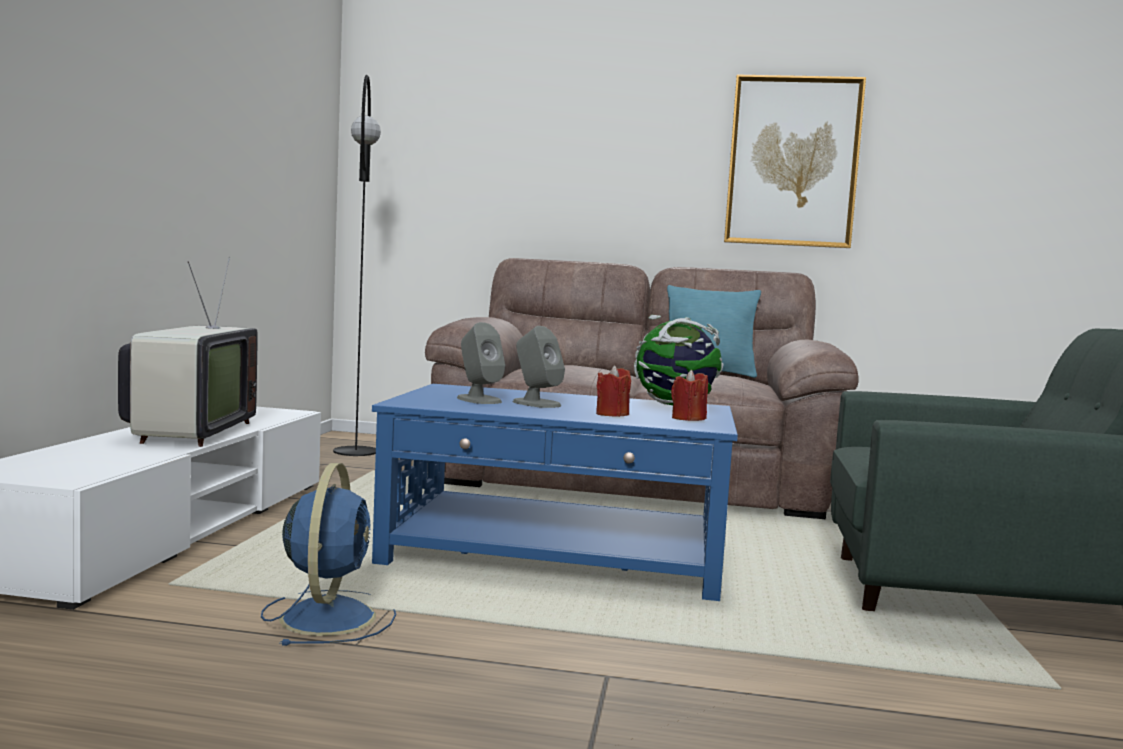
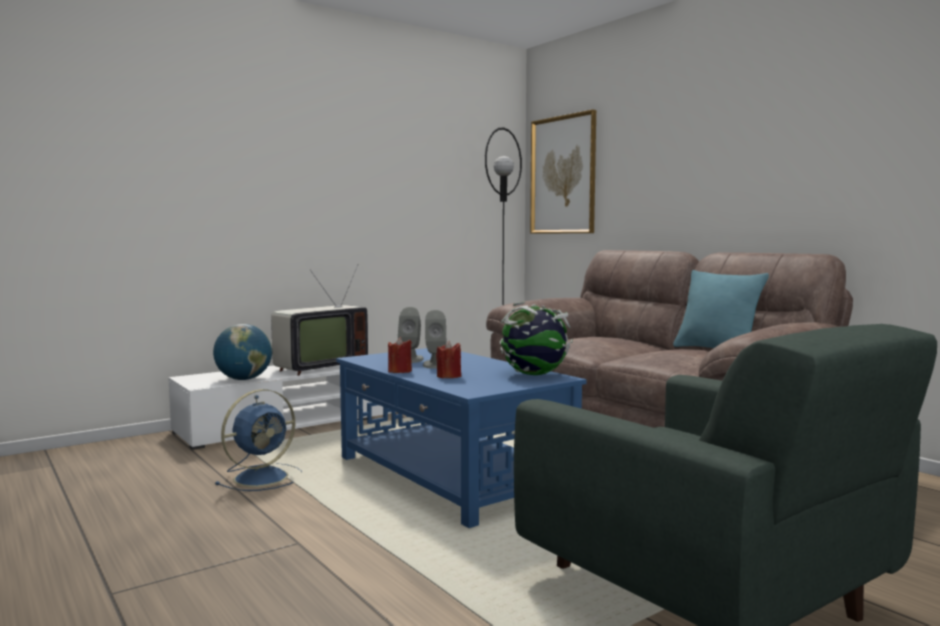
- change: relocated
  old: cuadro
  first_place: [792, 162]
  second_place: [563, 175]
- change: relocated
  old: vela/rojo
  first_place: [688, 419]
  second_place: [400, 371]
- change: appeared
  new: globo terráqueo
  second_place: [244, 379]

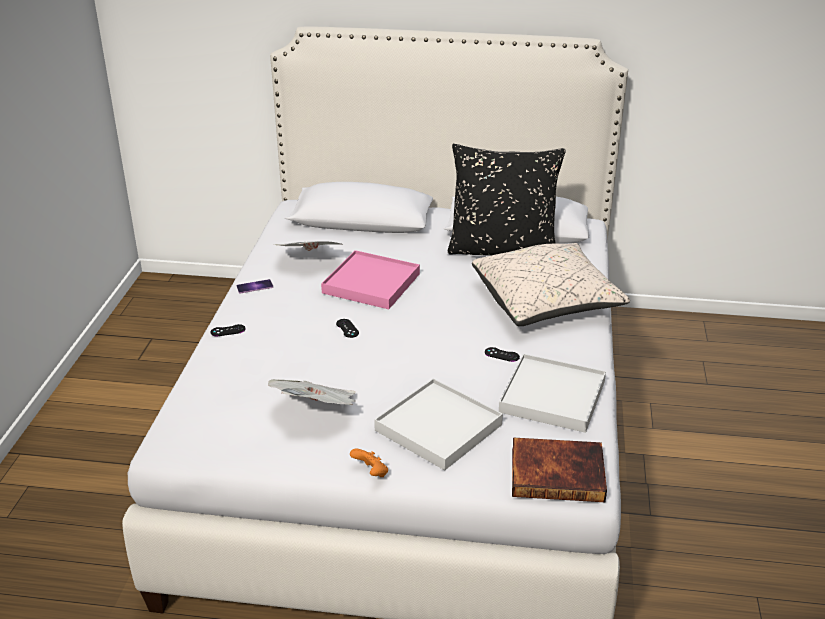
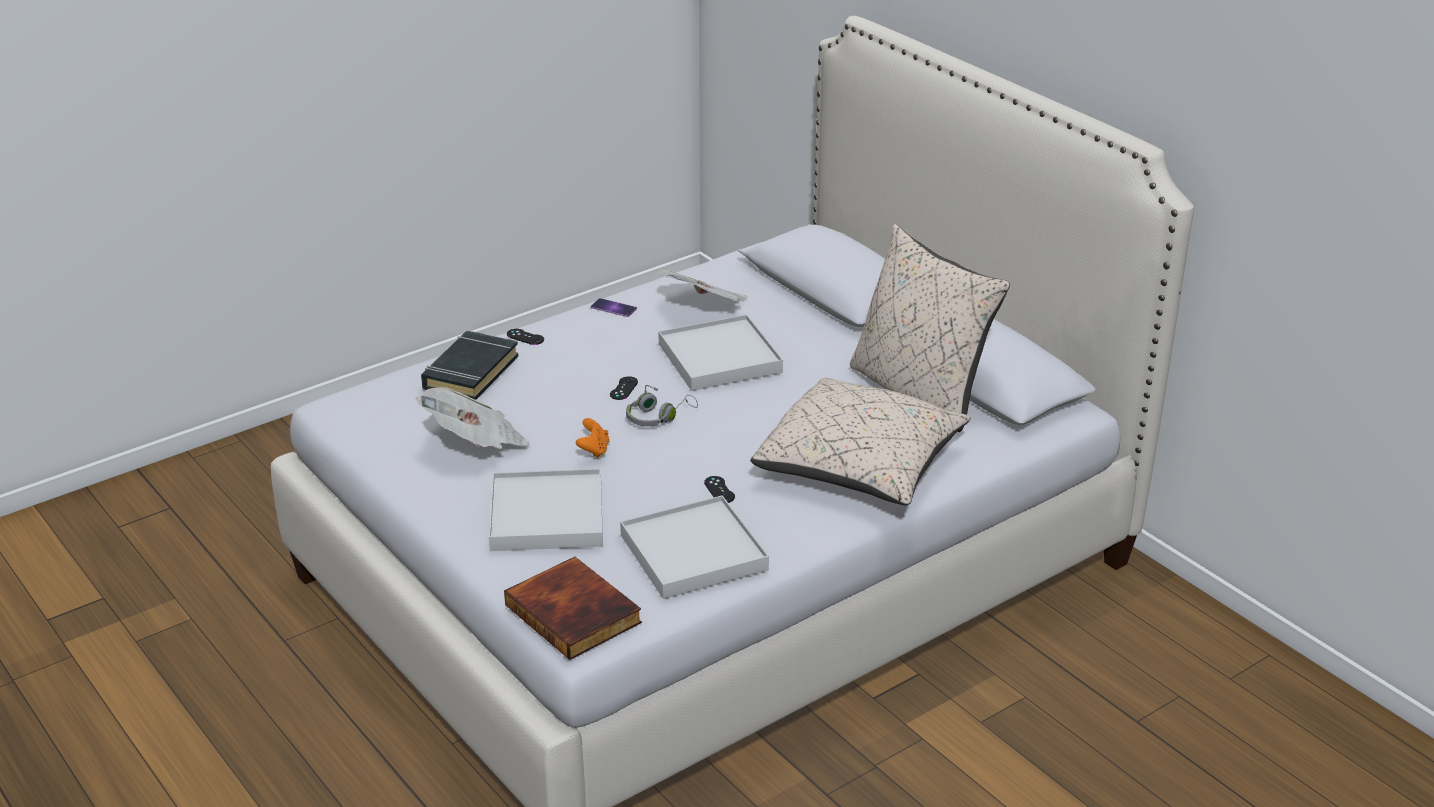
- change: colour
  old: cojín/negro
  new: cojín/beis
  first_place: [502, 250]
  second_place: [919, 392]
- change: colour
  old: bandeja/rosa
  new: bandeja/blanco
  first_place: [371, 283]
  second_place: [720, 358]
- change: relocated
  old: mando de consola/naranja
  first_place: [371, 473]
  second_place: [594, 450]
- change: appeared
  new: libro/negro
  second_place: [470, 372]
- change: appeared
  new: auriculares/gris
  second_place: [658, 417]

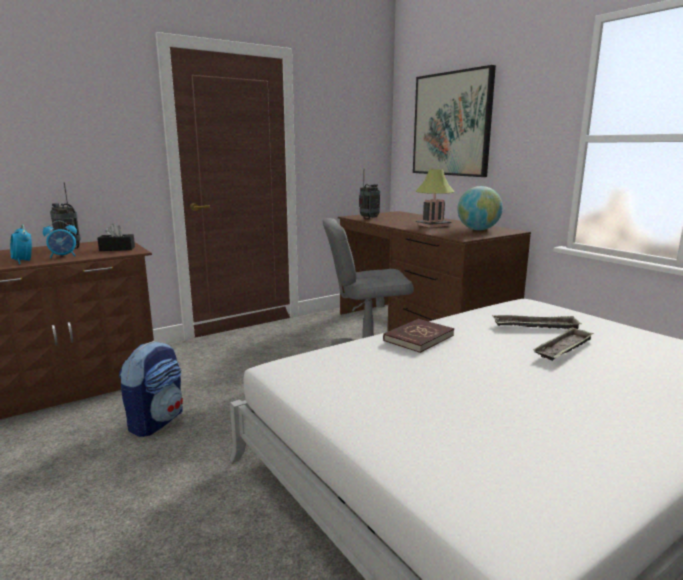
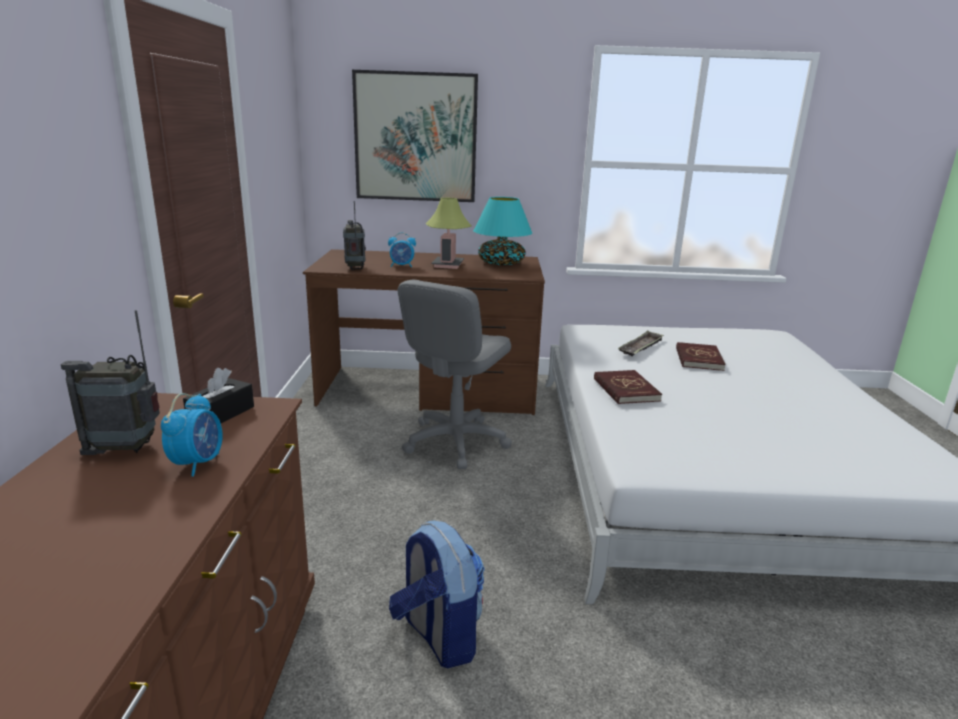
- change: exchanged
  old: globo terráqueo
  new: lámpara de mesa/turquesa
  first_place: [478, 230]
  second_place: [501, 263]
- change: relocated
  old: despertador
  first_place: [23, 261]
  second_place: [402, 266]
- change: exchanged
  old: bandeja
  new: libro/rojo
  first_place: [563, 349]
  second_place: [698, 359]

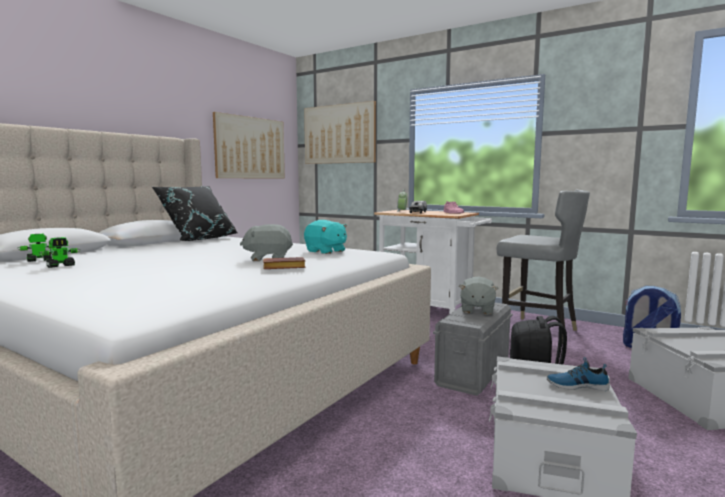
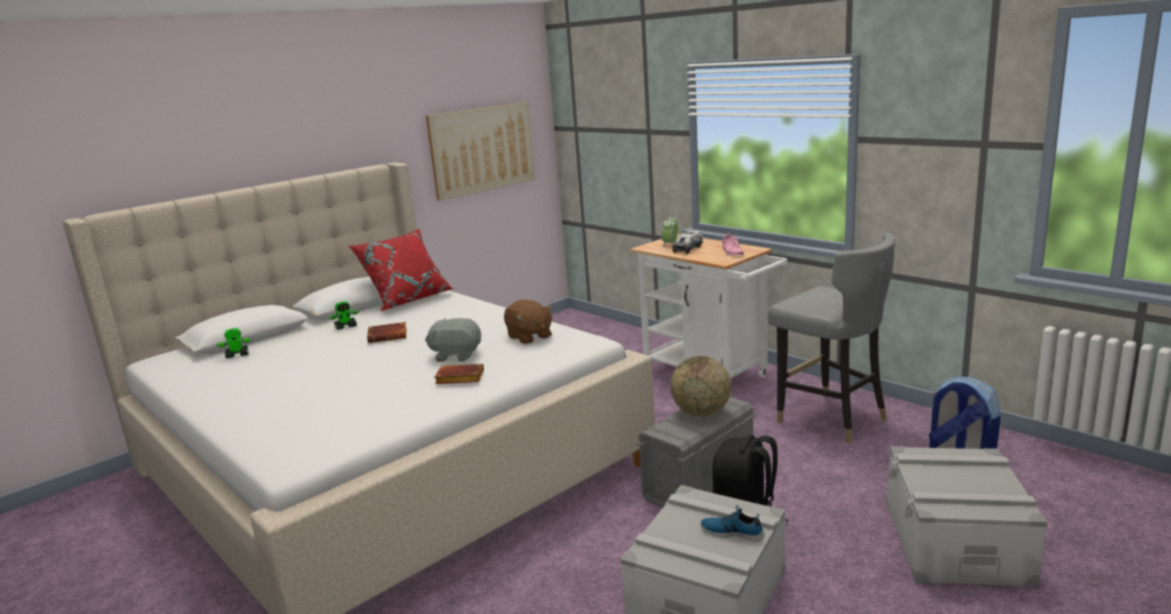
- change: missing
  old: cuadro
  first_place: [339, 134]
- change: colour
  old: cojín/negro
  new: cojín/rojo
  first_place: [199, 239]
  second_place: [407, 300]
- change: colour
  old: peluche/turquesa
  new: peluche/marrón
  first_place: [325, 251]
  second_place: [529, 337]
- change: relocated
  old: robot de juguete
  first_place: [61, 266]
  second_place: [346, 327]
- change: exchanged
  old: peluche/gris
  new: globo terráqueo
  first_place: [477, 310]
  second_place: [701, 413]
- change: appeared
  new: libro/marrón
  second_place: [389, 336]

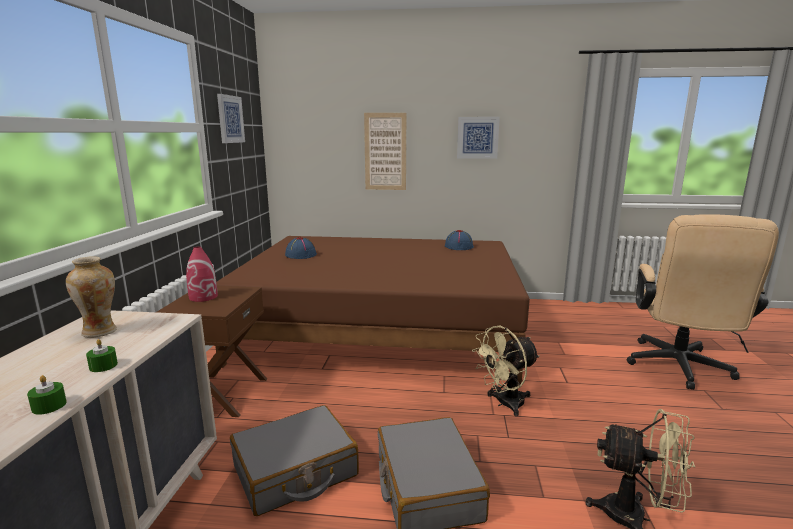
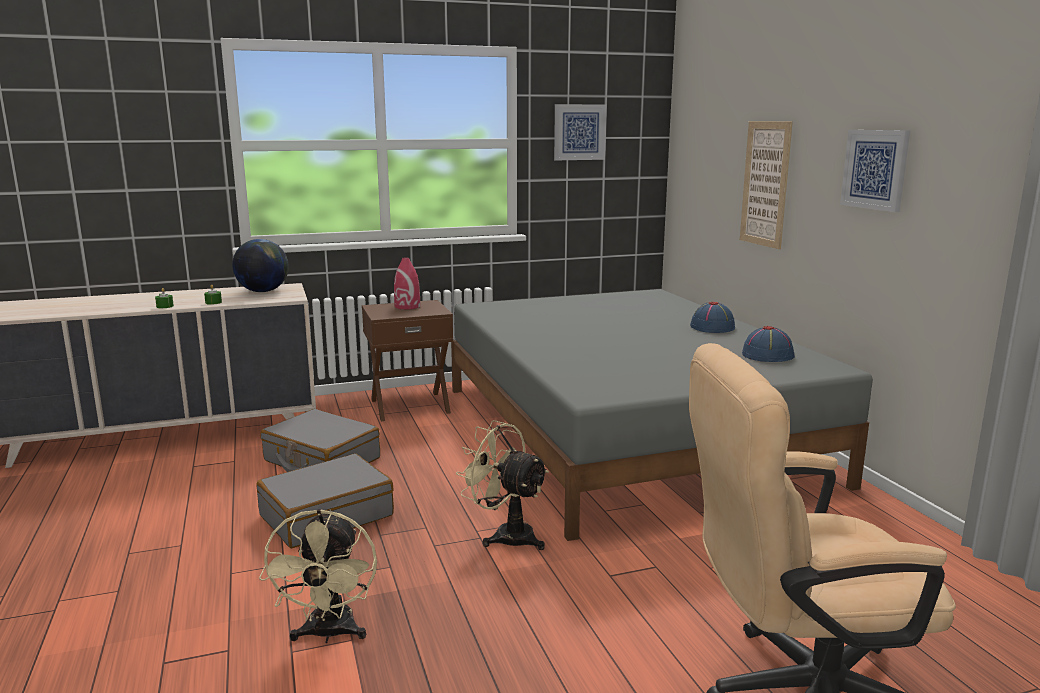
- change: colour
  old: cama/marrón
  new: cama/gris
  first_place: [380, 328]
  second_place: [625, 432]
- change: relocated
  old: sombrero/azul
  first_place: [300, 255]
  second_place: [712, 327]
- change: exchanged
  old: florero
  new: globo terráqueo
  first_place: [100, 331]
  second_place: [263, 291]

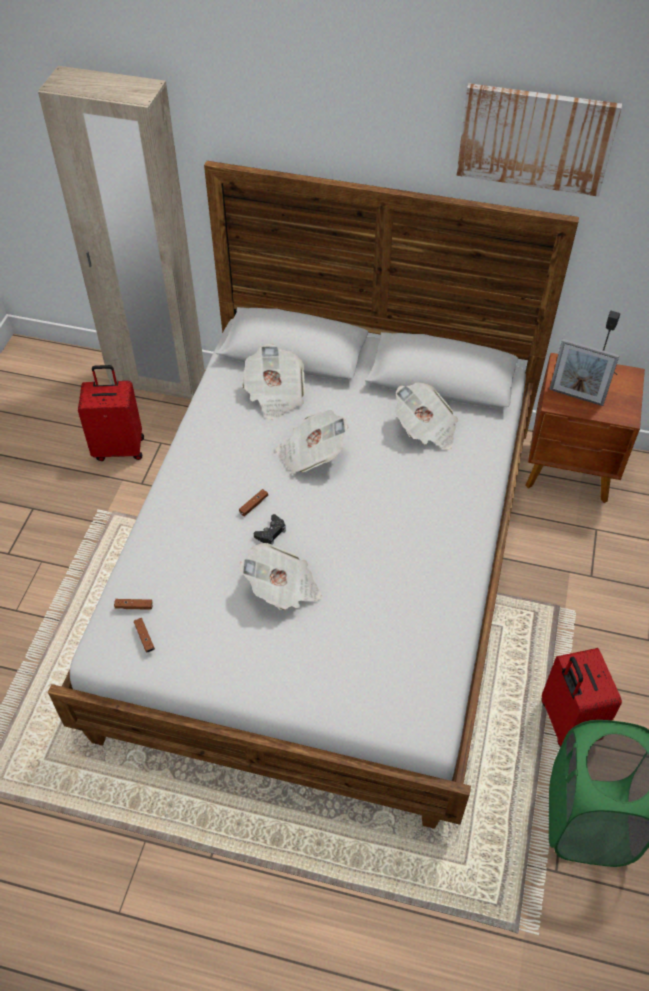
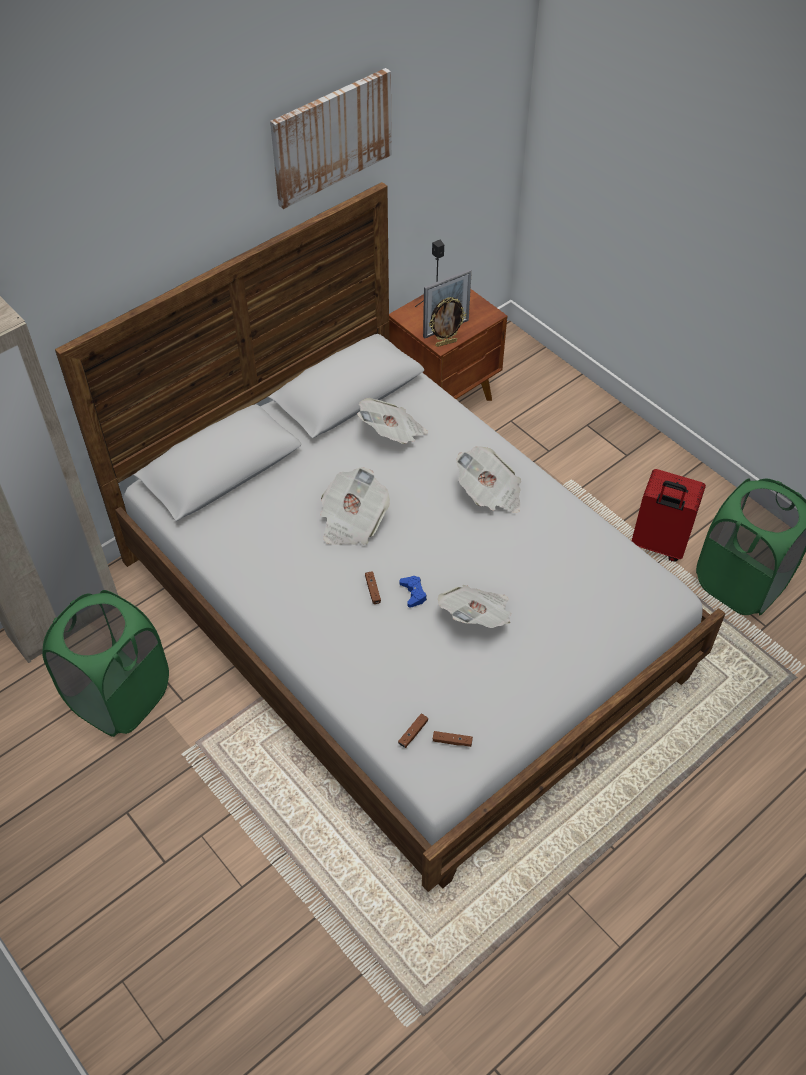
- change: relocated
  old: periódico
  first_place: [275, 395]
  second_place: [489, 493]
- change: exchanged
  old: maleta/rojo
  new: cesto de la ropa/verde
  first_place: [119, 448]
  second_place: [120, 697]
- change: colour
  old: mando de consola/negro
  new: mando de consola/azul
  first_place: [271, 532]
  second_place: [413, 593]
- change: appeared
  new: portarretratos
  second_place: [446, 343]

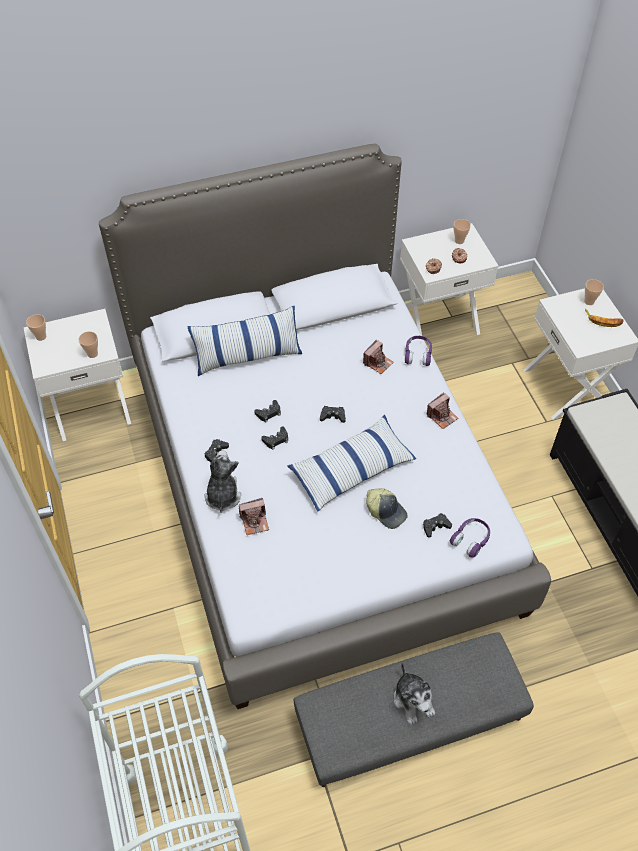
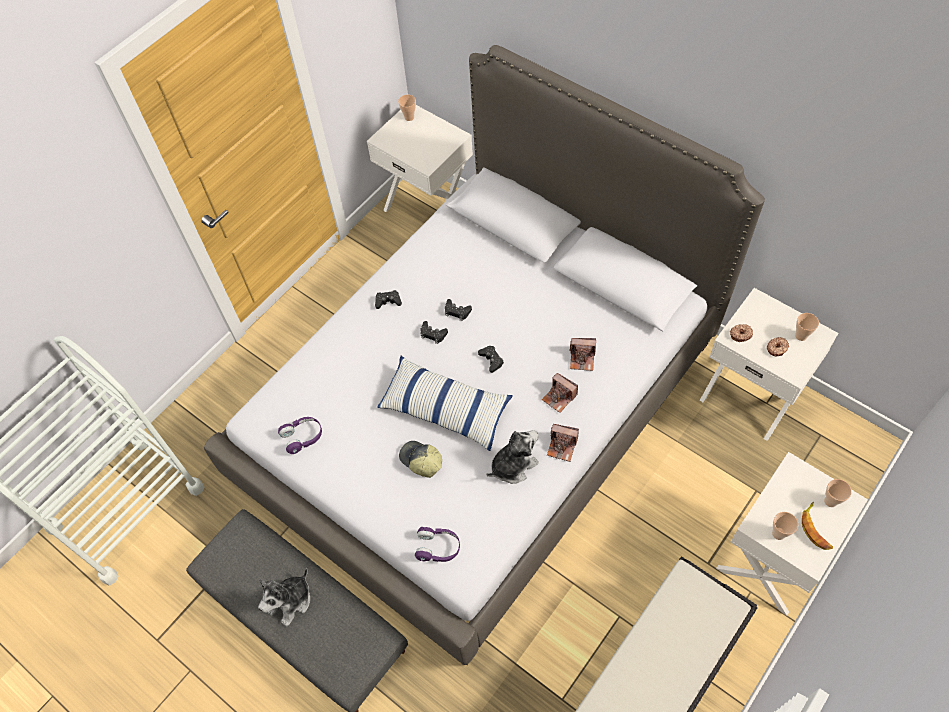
- change: missing
  old: cojín
  first_place: [247, 356]
- change: relocated
  old: taza
  first_place: [92, 354]
  second_place: [778, 533]
- change: relocated
  old: auriculares/morado
  first_place: [418, 354]
  second_place: [303, 437]
- change: relocated
  old: peluche
  first_place: [222, 495]
  second_place: [513, 465]
- change: spun
  old: gorra
  first_place: [386, 511]
  second_place: [421, 461]
  degrees: 120
- change: relocated
  old: cámara
  first_place: [255, 521]
  second_place: [559, 397]
- change: missing
  old: mando de consola/negro
  first_place: [435, 526]

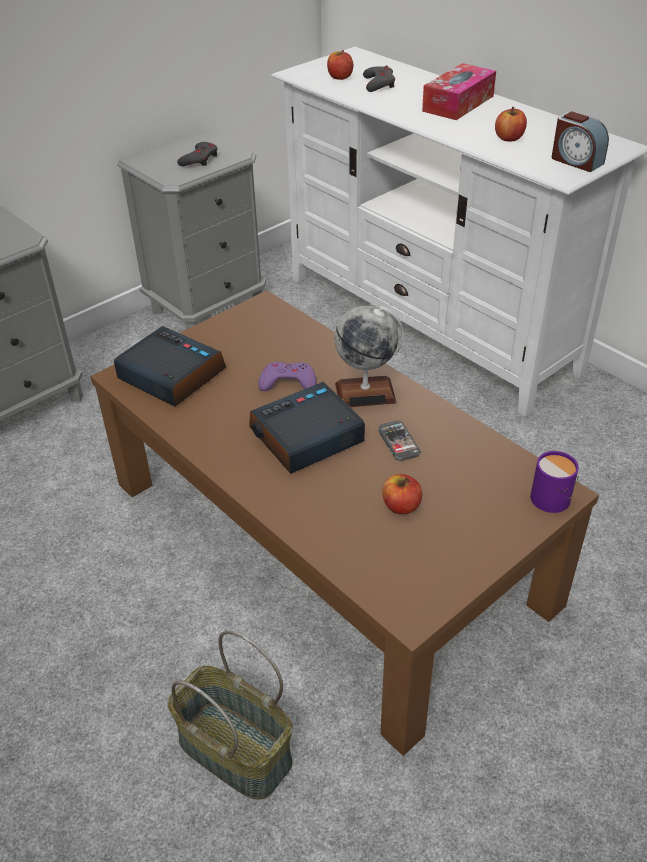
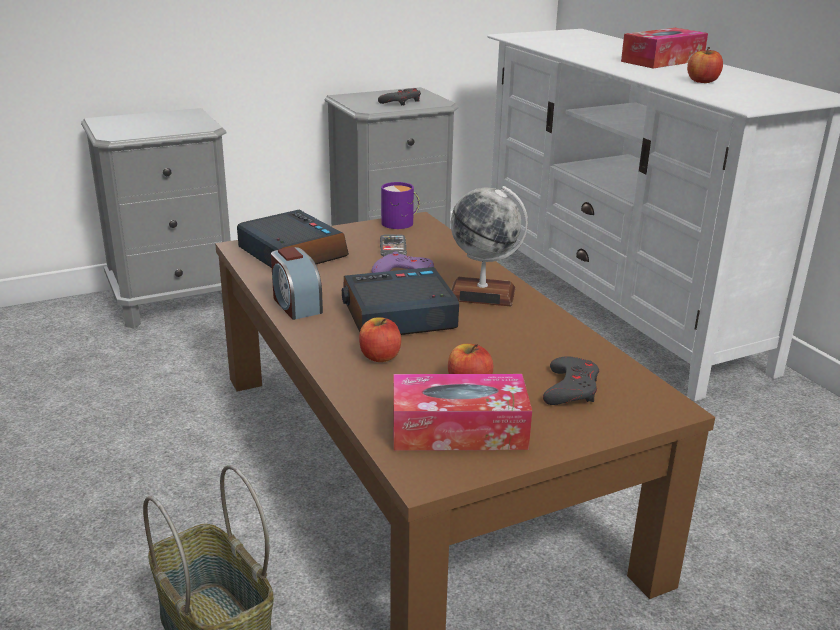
- change: relocated
  old: manzana
  first_place: [340, 77]
  second_place: [380, 356]
- change: relocated
  old: mando de consola/gris
  first_place: [379, 84]
  second_place: [571, 388]
- change: relocated
  old: despertador
  first_place: [576, 161]
  second_place: [296, 305]
- change: relocated
  old: móvil
  first_place: [398, 442]
  second_place: [393, 247]
- change: relocated
  old: taza grande/morado
  first_place: [554, 496]
  second_place: [401, 223]
- change: appeared
  new: caja de pañuelos
  second_place: [458, 430]

